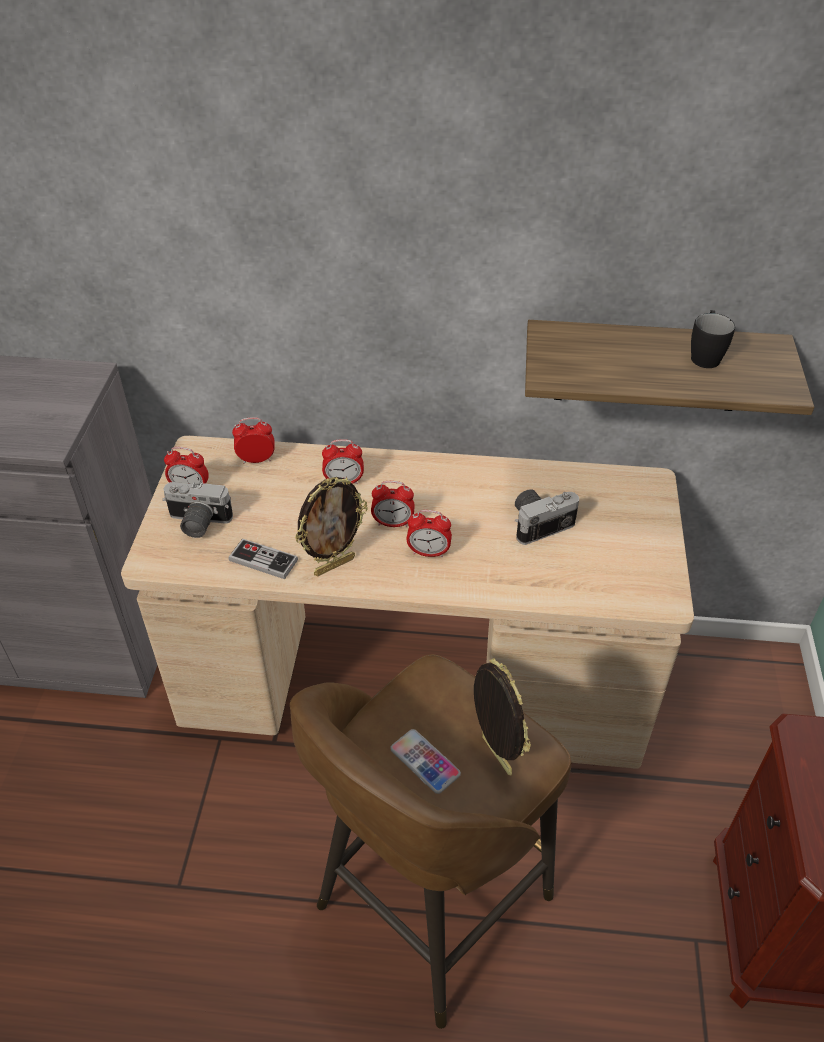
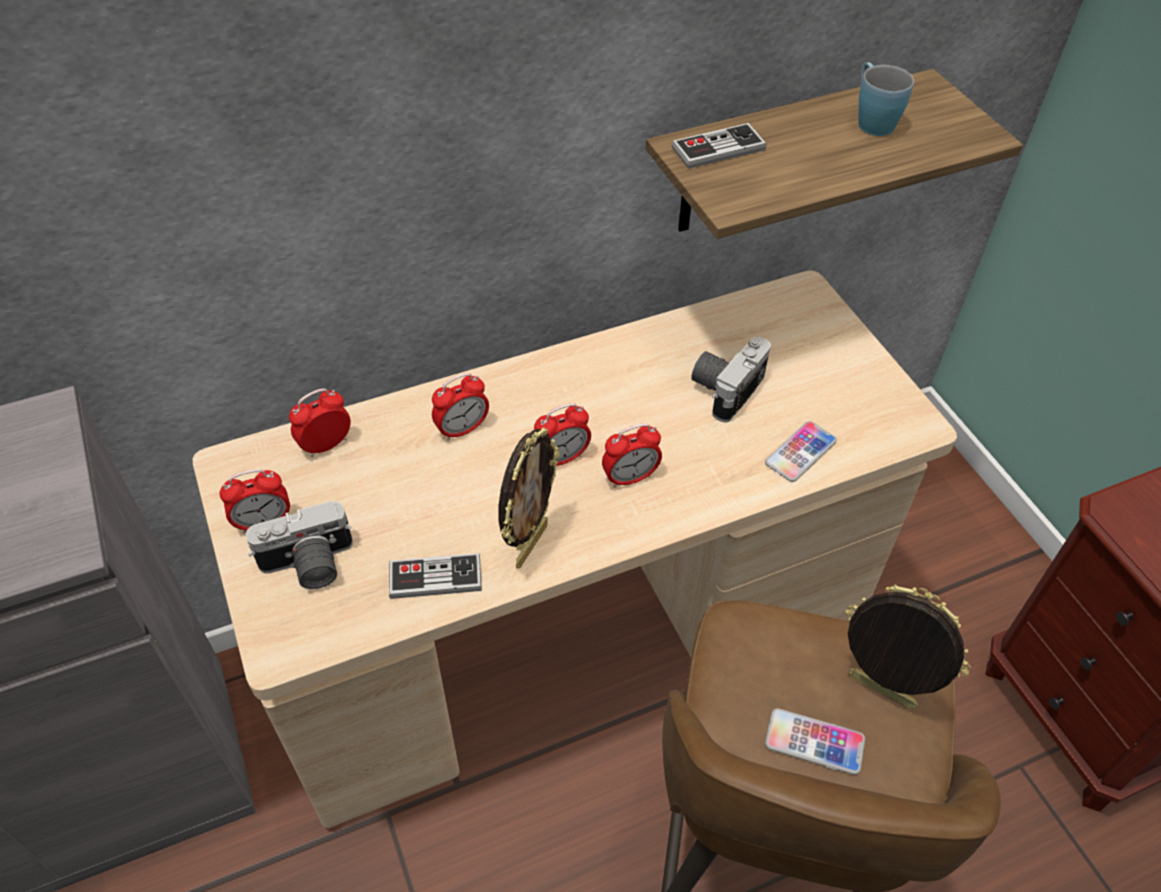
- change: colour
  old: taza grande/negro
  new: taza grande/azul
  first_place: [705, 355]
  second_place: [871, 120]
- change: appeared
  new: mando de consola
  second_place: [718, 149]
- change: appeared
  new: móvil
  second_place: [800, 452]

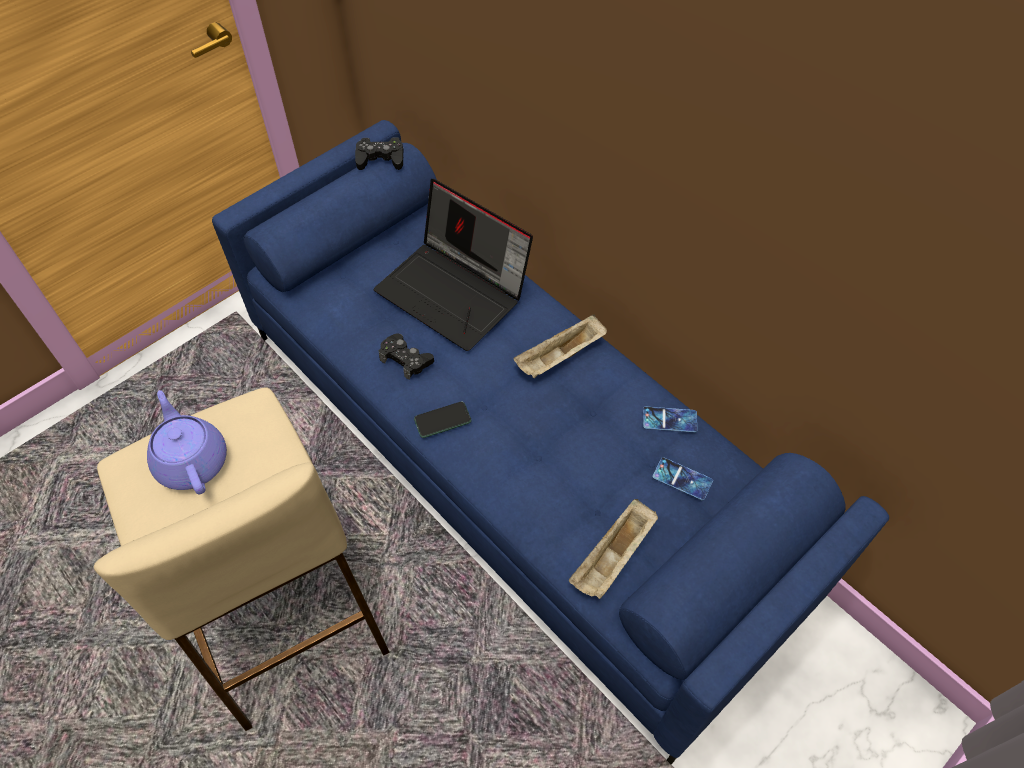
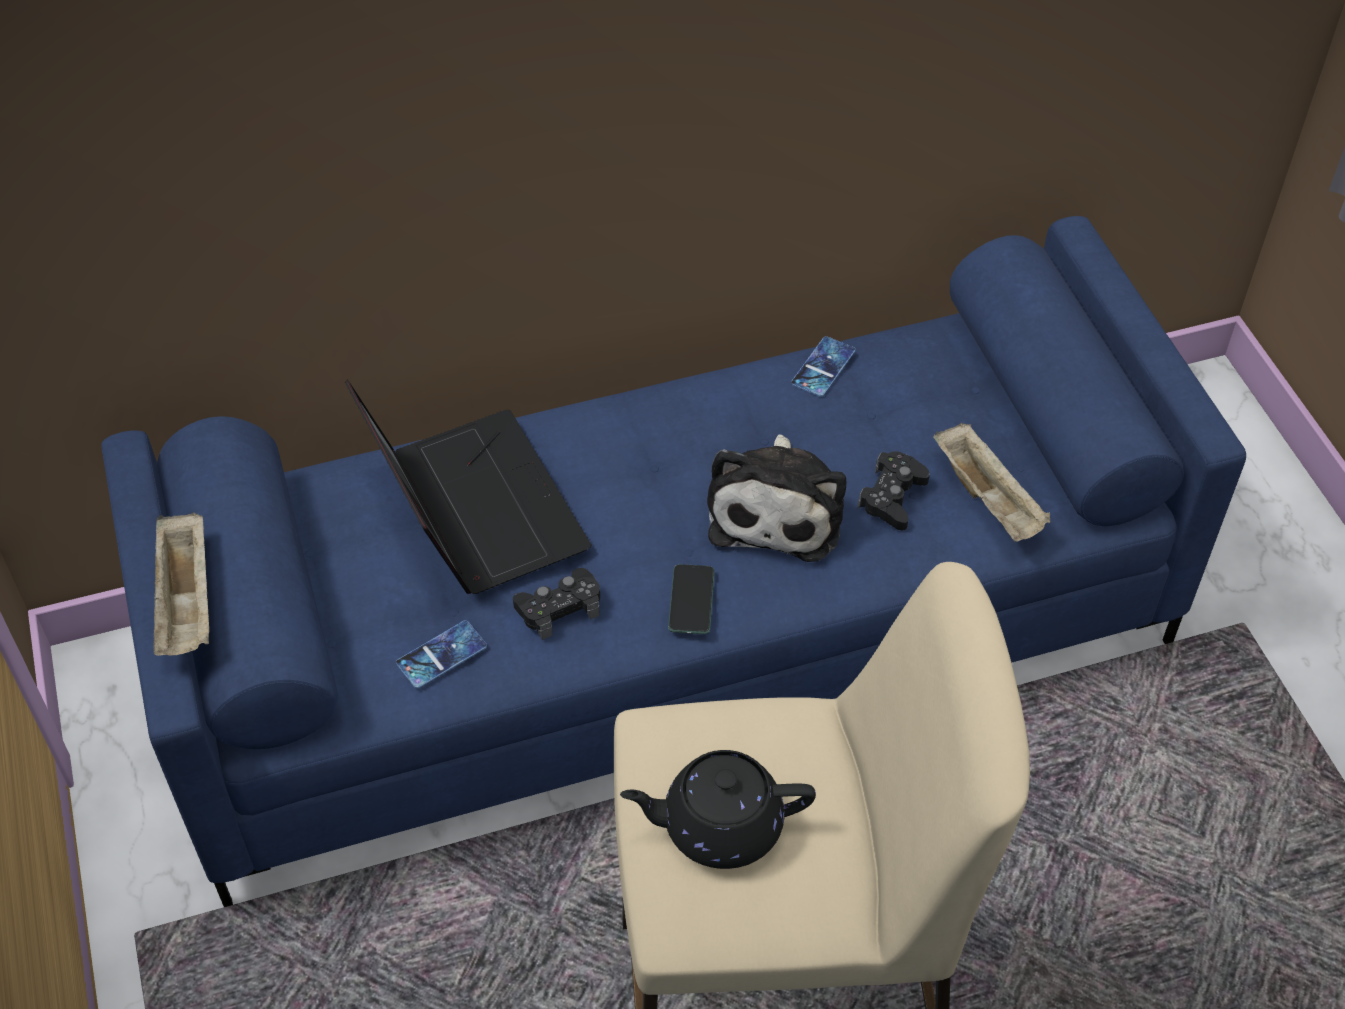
- change: relocated
  old: mando de consola/negro
  first_place: [380, 159]
  second_place: [892, 497]
- change: spun
  old: portátil
  first_place: [455, 292]
  second_place: [471, 507]
  degrees: -90
- change: relocated
  old: bandeja/beis
  first_place: [560, 357]
  second_place: [187, 603]
- change: colour
  old: tetera/morado
  new: tetera/negro
  first_place: [192, 460]
  second_place: [719, 825]
- change: relocated
  old: móvil
  first_place: [682, 479]
  second_place: [441, 655]
- change: appeared
  new: peluche
  second_place: [778, 509]

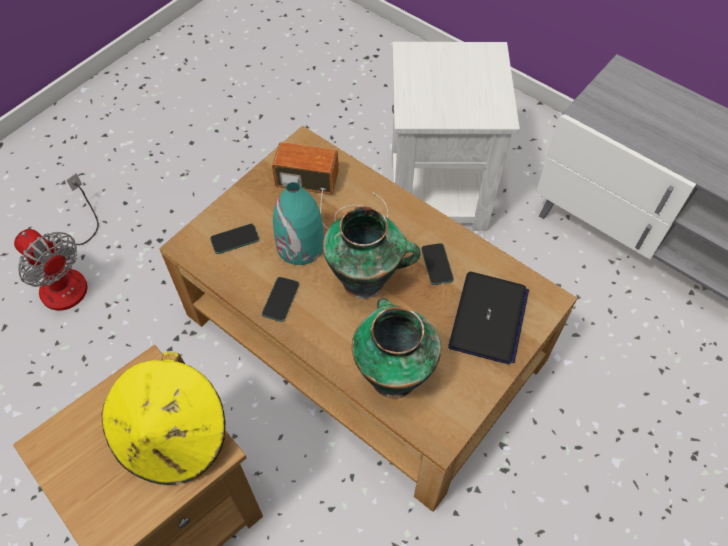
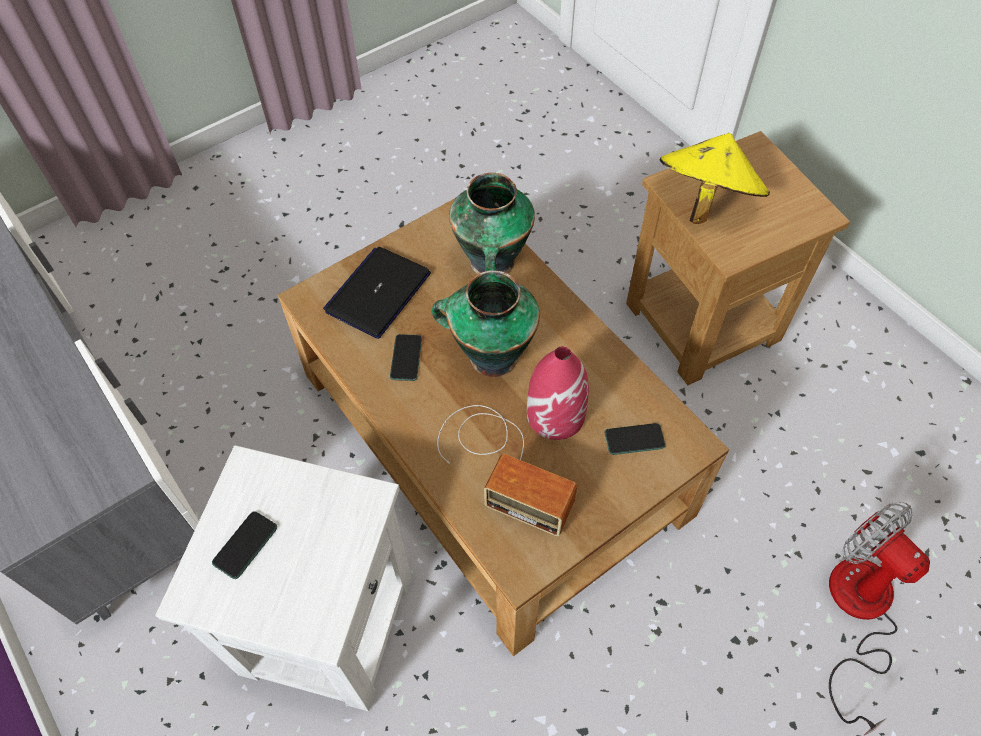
- change: colour
  old: florero/turquesa
  new: florero/rojo
  first_place: [300, 246]
  second_place: [555, 413]
- change: relocated
  old: móvil
  first_place: [280, 299]
  second_place: [245, 545]

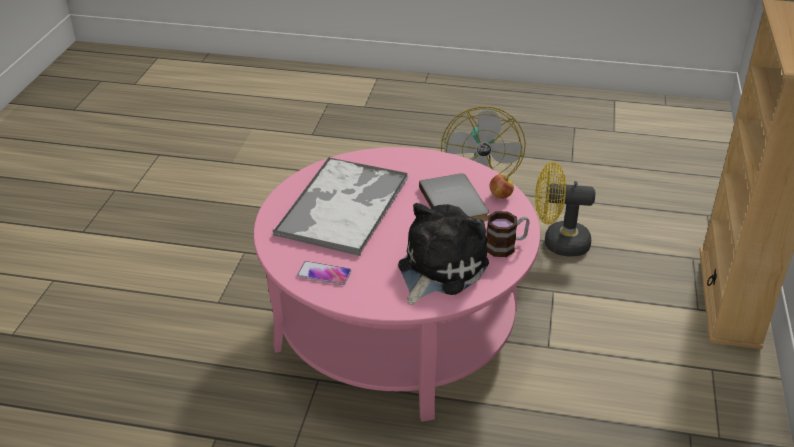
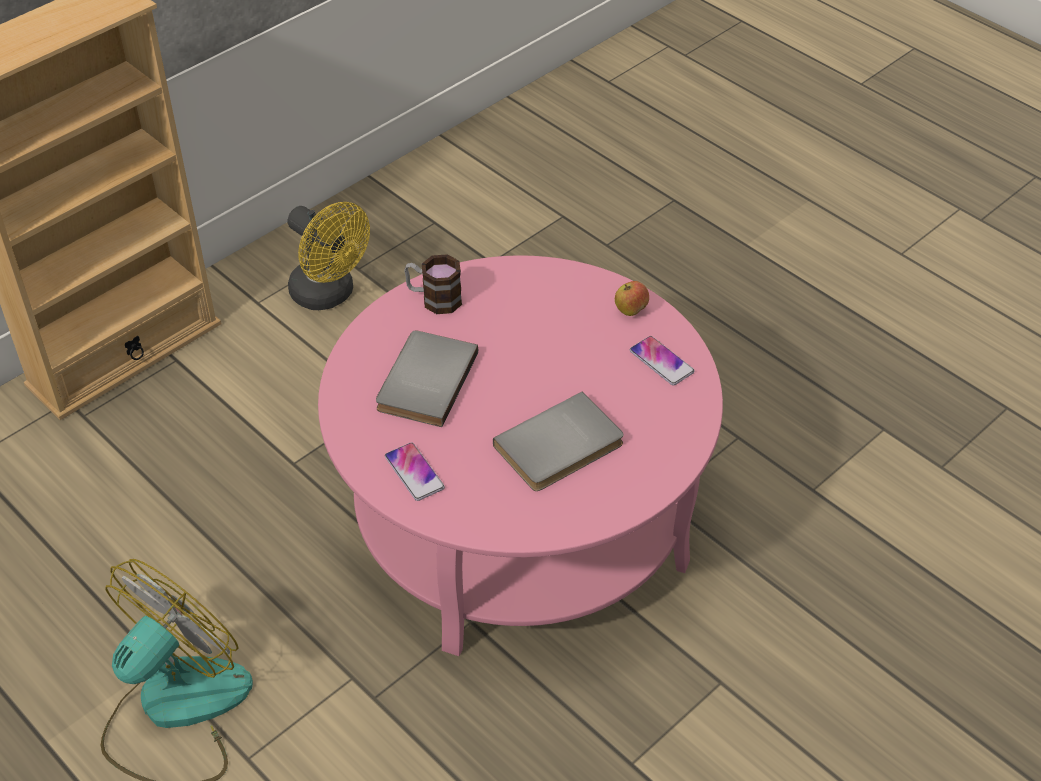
- change: exchanged
  old: bandeja
  new: libro/gris
  first_place: [344, 205]
  second_place: [561, 447]
- change: relocated
  old: ventilador/amarillo
  first_place: [558, 243]
  second_place: [329, 295]
- change: relocated
  old: manzana
  first_place: [500, 196]
  second_place: [630, 310]
- change: missing
  old: peluche
  first_place: [438, 269]
- change: appeared
  new: móvil
  second_place: [414, 472]

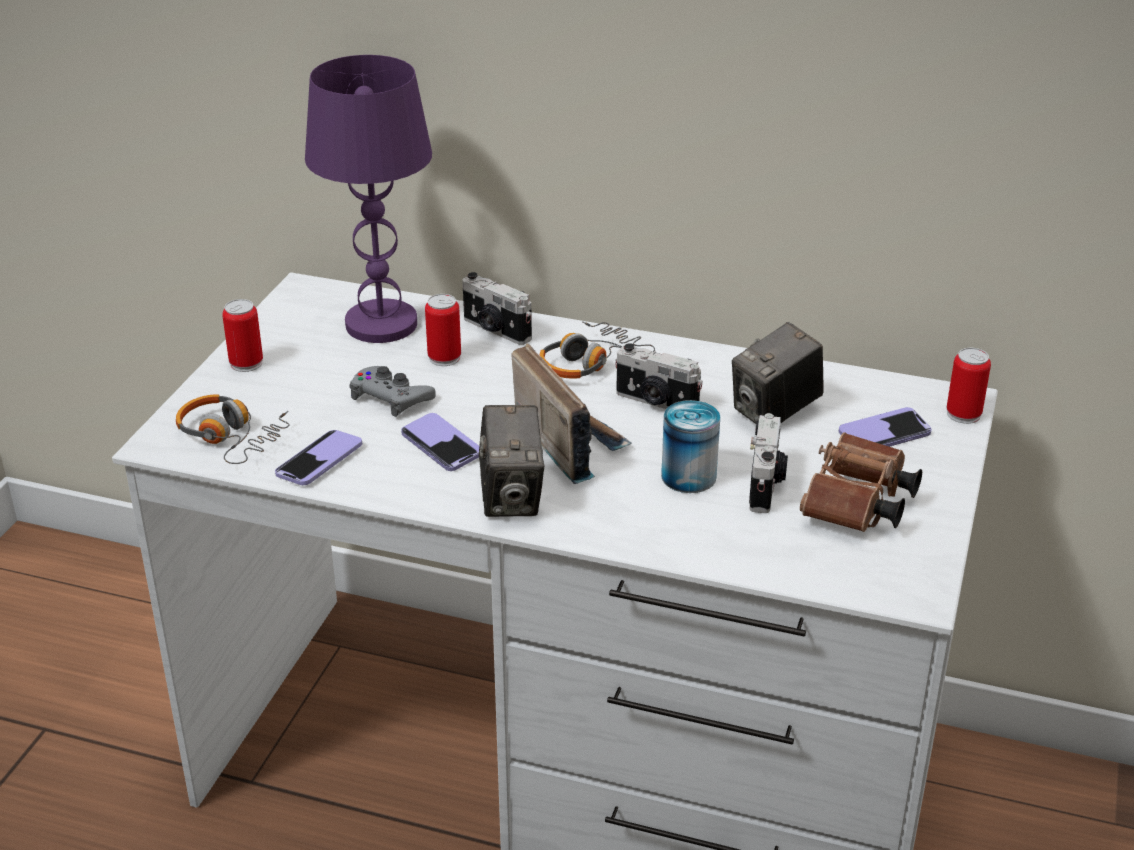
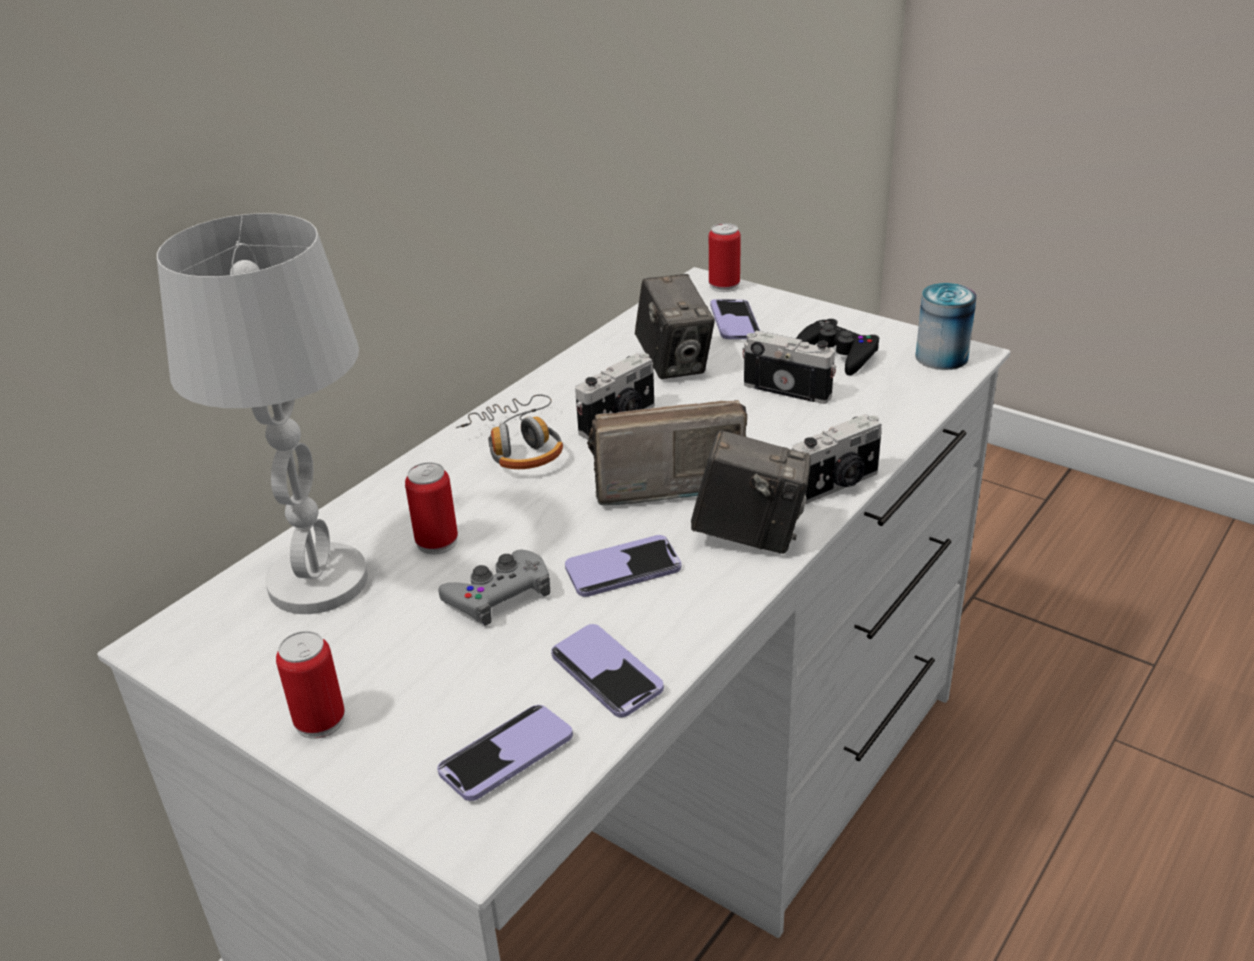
- change: colour
  old: lámpara de mesa/morado
  new: lámpara de mesa/blanco
  first_place: [380, 324]
  second_place: [318, 582]
- change: relocated
  old: cámara
  first_place: [495, 330]
  second_place: [837, 485]
- change: exchanged
  old: auriculares
  new: móvil
  first_place: [230, 437]
  second_place: [506, 755]
- change: relocated
  old: lata
  first_place: [688, 476]
  second_place: [941, 357]
- change: exchanged
  old: prismáticos/marrón
  new: mando de consola/negro
  first_place: [857, 506]
  second_place: [837, 354]

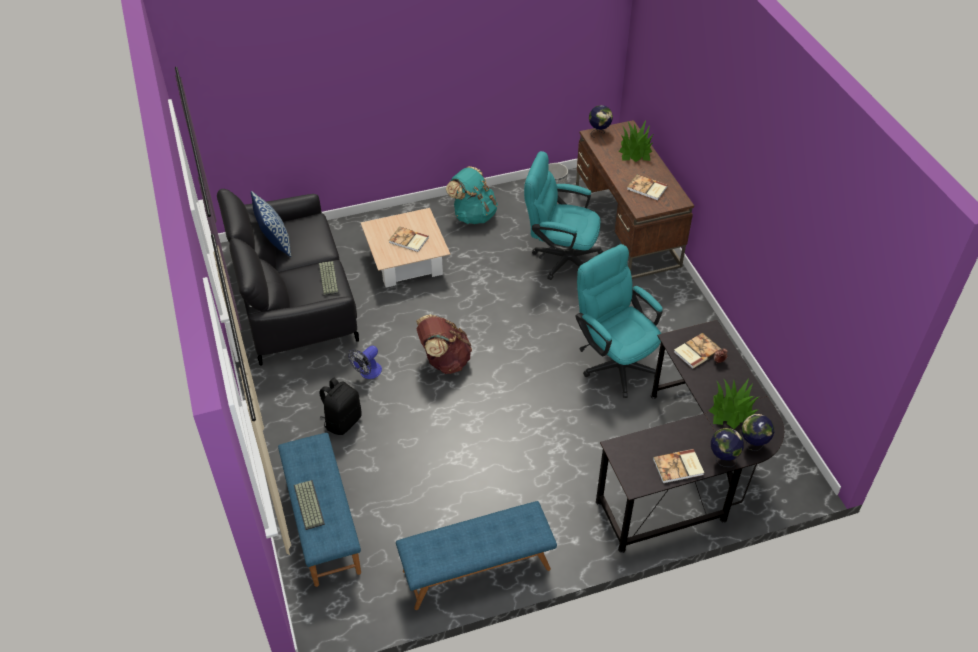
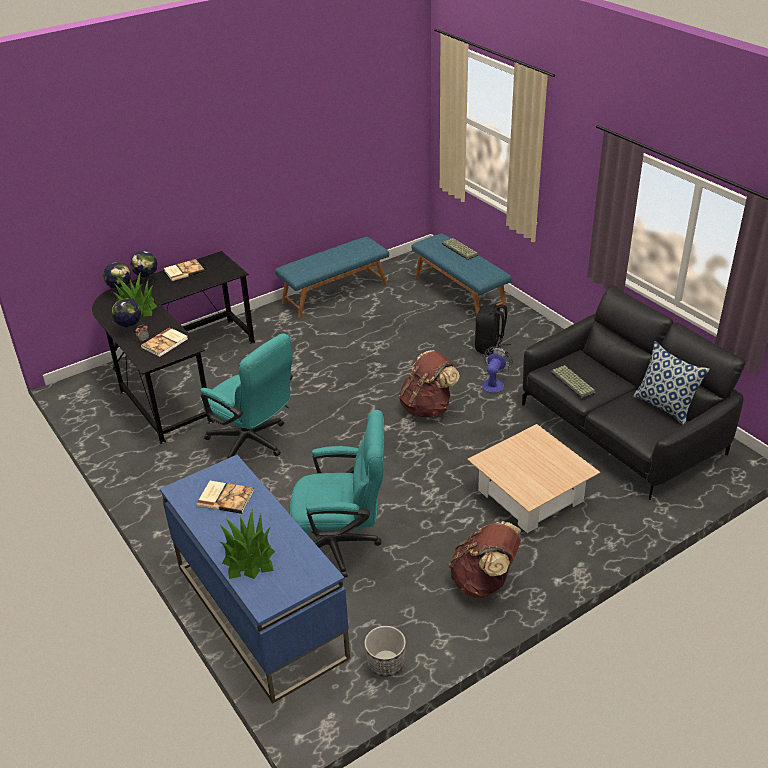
- change: relocated
  old: globo terráqueo
  first_place: [599, 132]
  second_place: [130, 331]
- change: colour
  old: escritorio/marrón
  new: escritorio/azul
  first_place: [626, 229]
  second_place: [260, 611]
- change: colour
  old: mochila/turquesa
  new: mochila/marrón
  first_place: [473, 215]
  second_place: [484, 582]
- change: missing
  old: libro
  first_place: [408, 240]

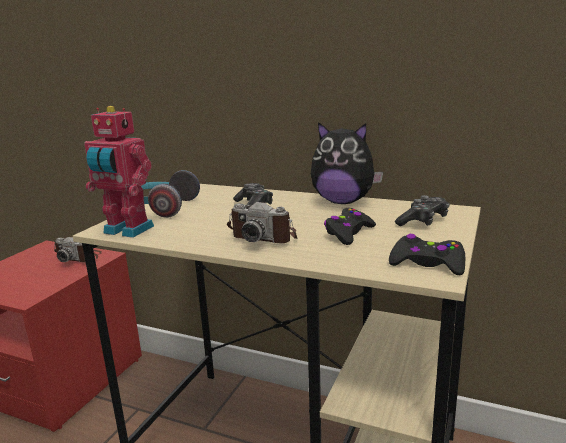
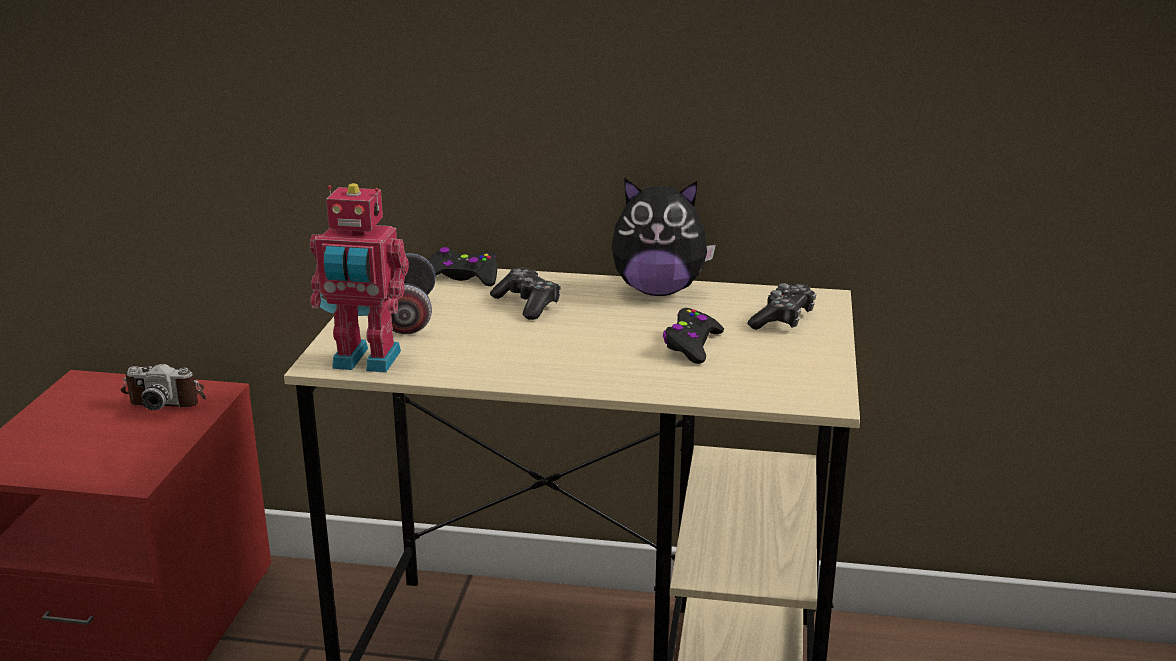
- change: missing
  old: cámara
  first_place: [265, 236]
- change: relocated
  old: mando de consola/negro
  first_place: [427, 264]
  second_place: [462, 277]

